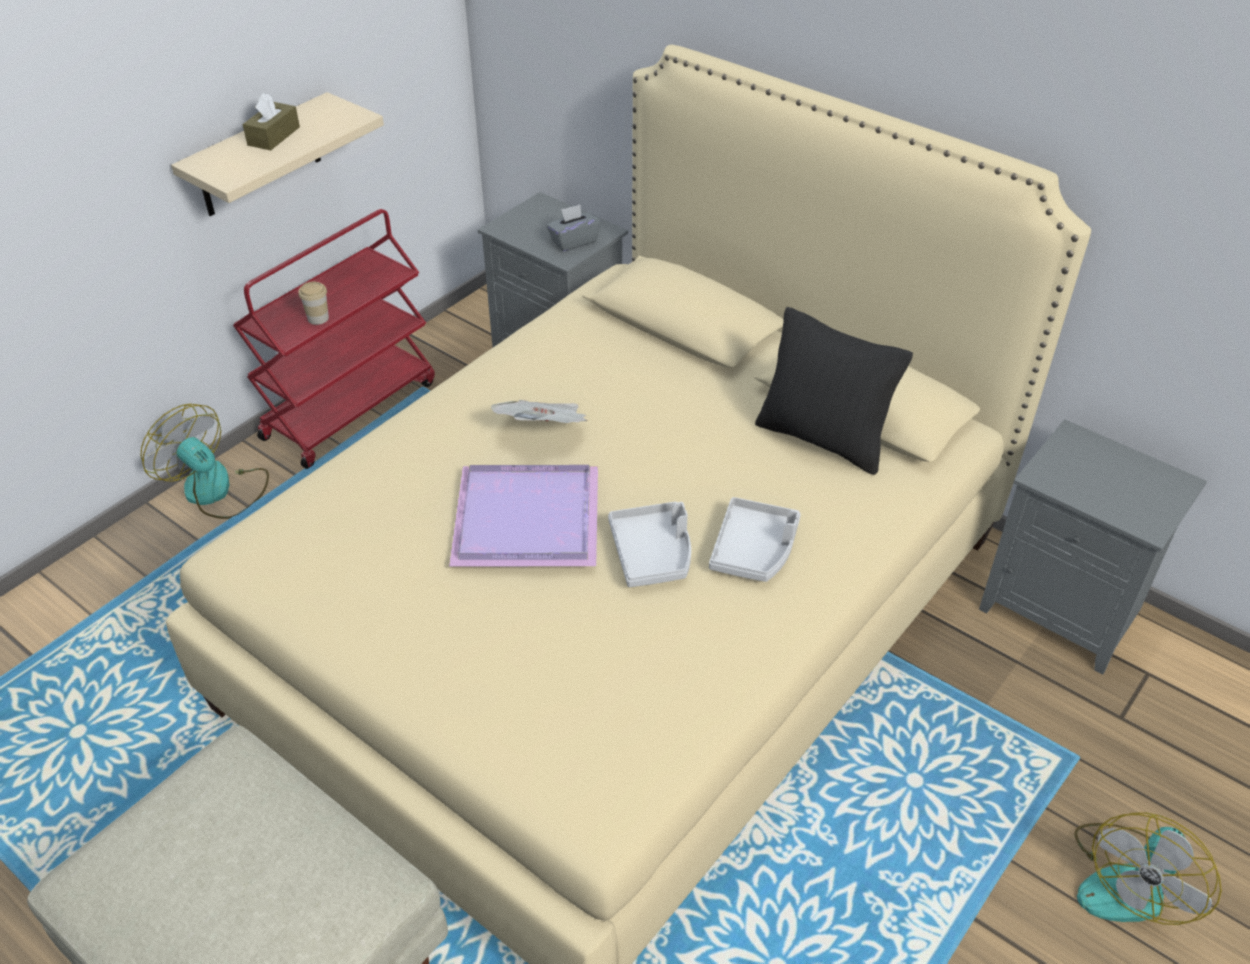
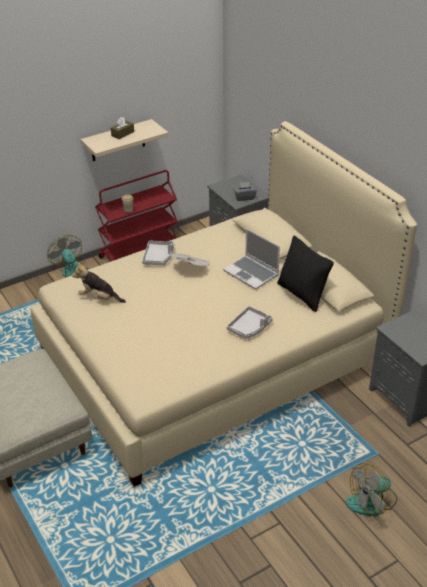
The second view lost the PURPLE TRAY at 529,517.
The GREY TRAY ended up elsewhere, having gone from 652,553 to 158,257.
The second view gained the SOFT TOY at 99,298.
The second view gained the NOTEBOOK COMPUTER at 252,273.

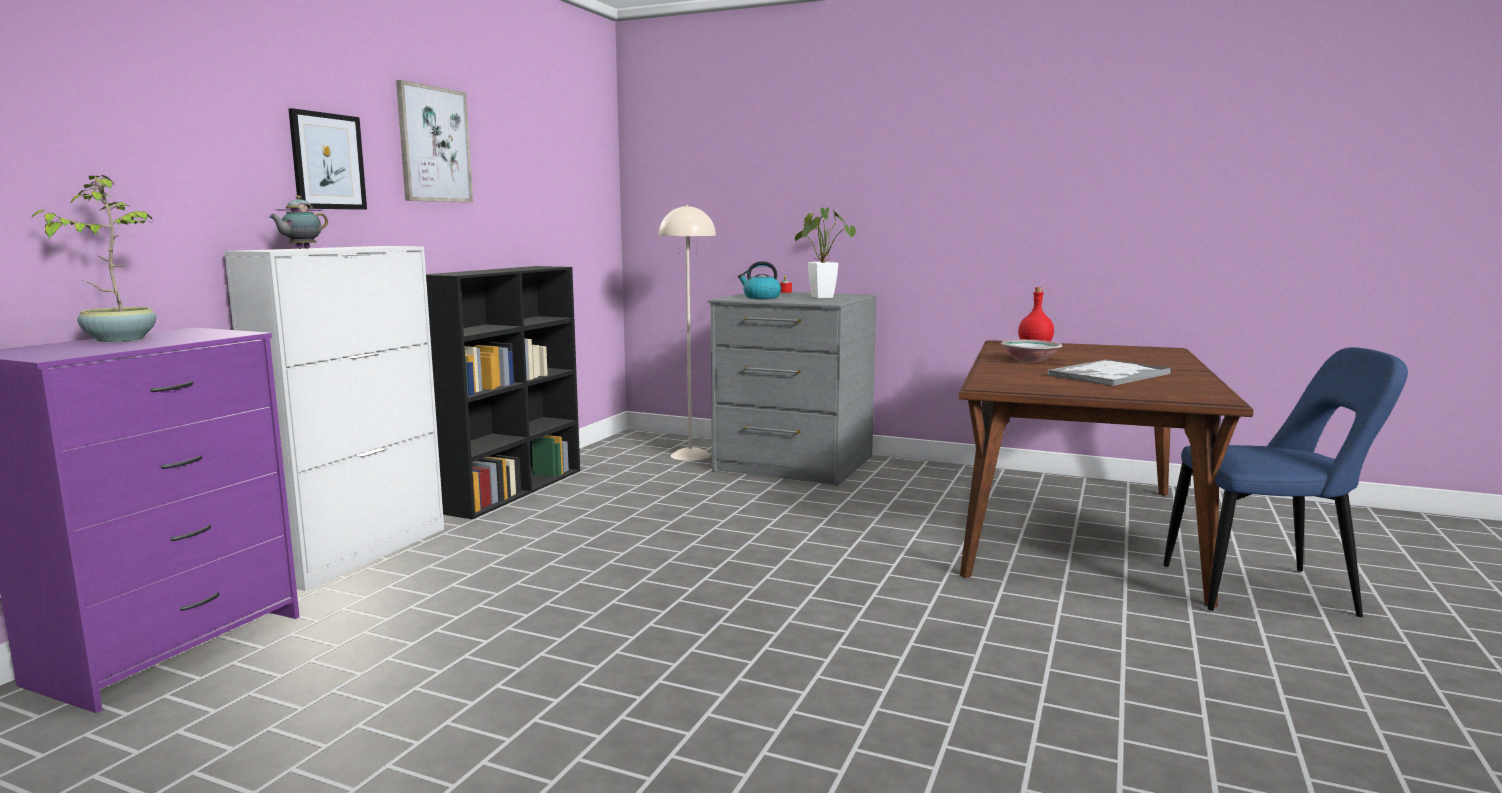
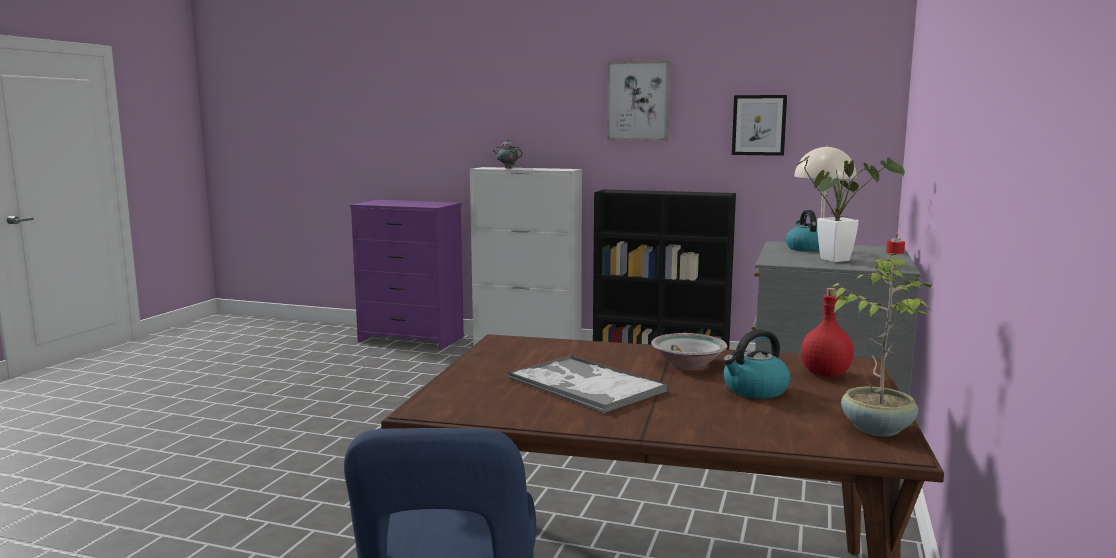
The PLANT IN A POT ended up elsewhere, having gone from 119,339 to 877,428.
The WALL ART ended up elsewhere, having gone from 328,161 to 759,125.
The second view gained the TEA KETTLE at 754,390.

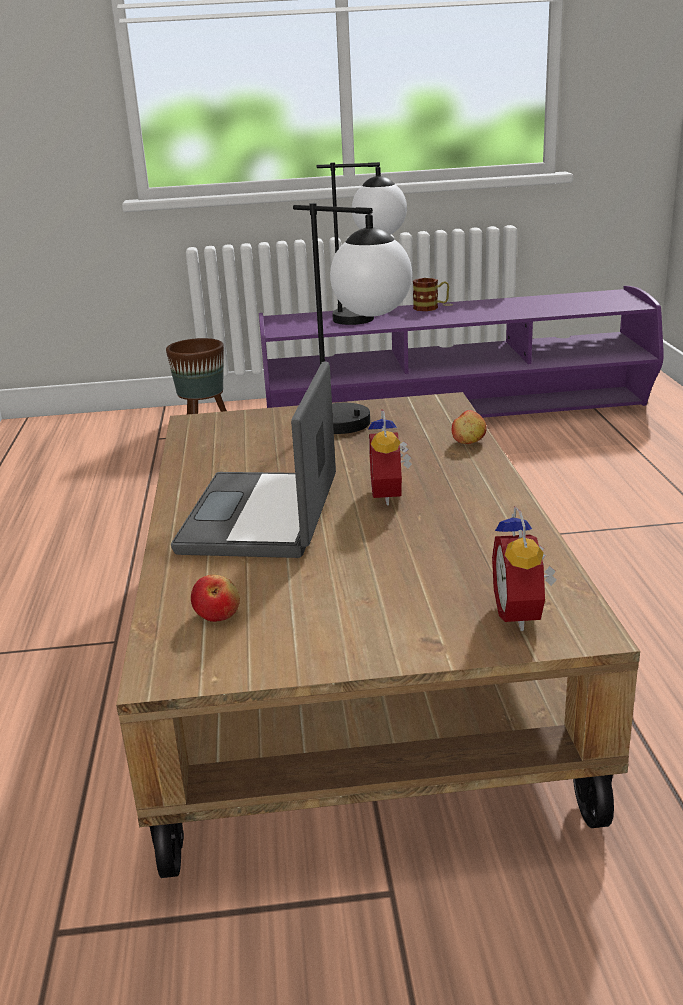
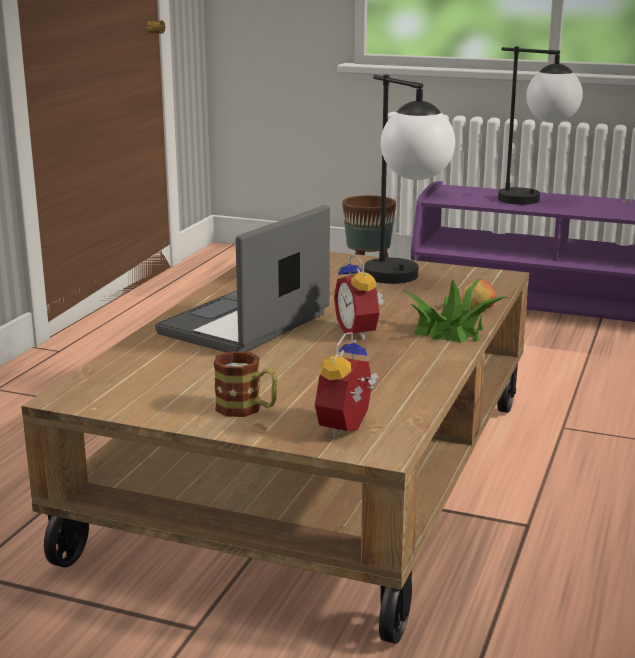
The second view lost the WHOLE APPLE at 217,614.
The BEDSIDE CLOCK at 391,495 ended up facing another way, 45 degrees counterclockwise from before.
The COFFEE MUG ended up elsewhere, having gone from 431,308 to 247,409.
The second view gained the PLANT IN A POT at 450,331.

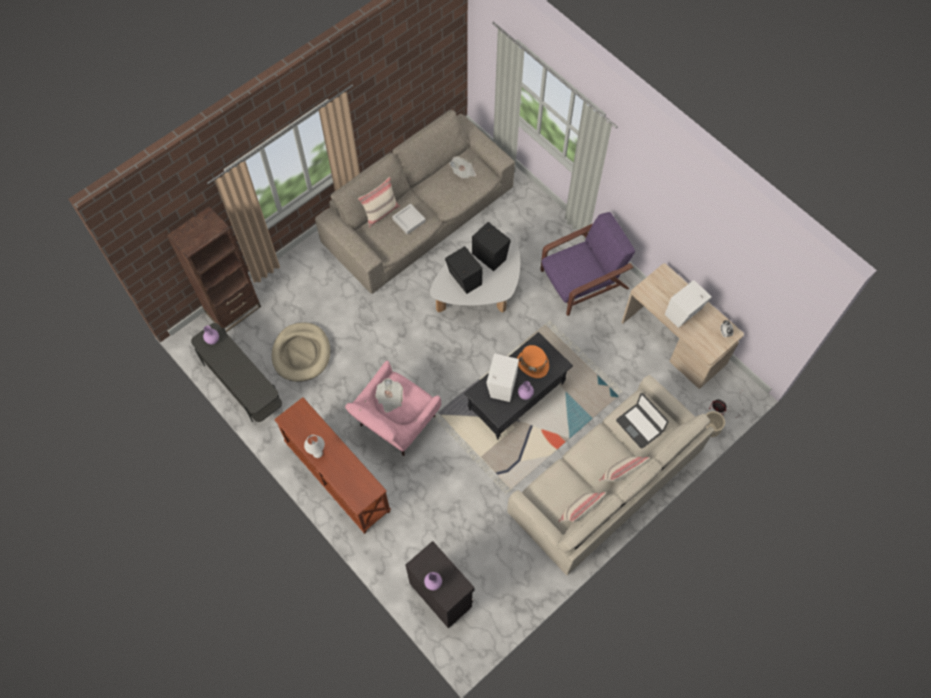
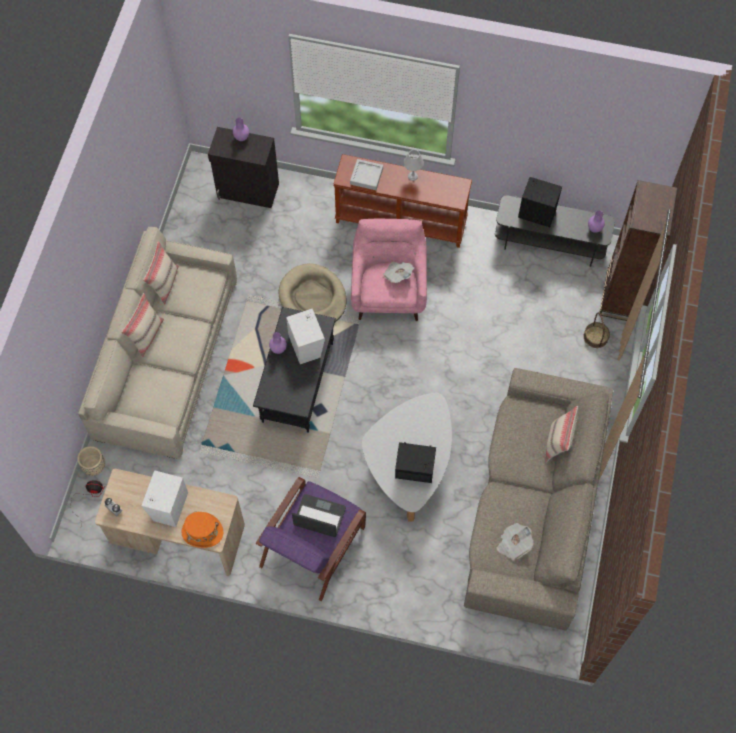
The BEIGE DOG BED ended up elsewhere, having gone from 301,353 to 312,298.
The GREY TRAY ended up elsewhere, having gone from 409,220 to 366,176.
The BLACK LOUDSPEAKER ended up elsewhere, having gone from 464,279 to 536,212.
The ORANGE CLOTHING HAT ended up elsewhere, having gone from 532,364 to 202,532.
The NOTEBOOK COMPUTER ended up elsewhere, having gone from 639,426 to 319,517.
The second view gained the HOUSEHOLD BASKET at 596,337.

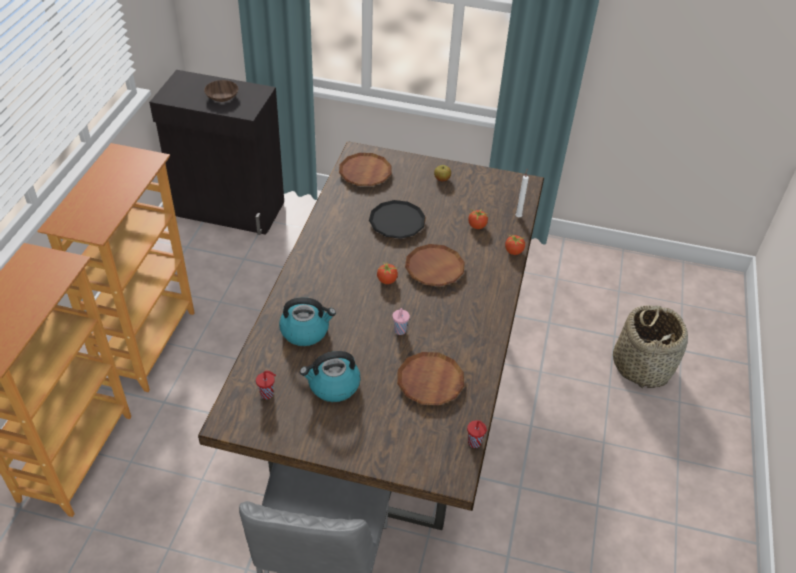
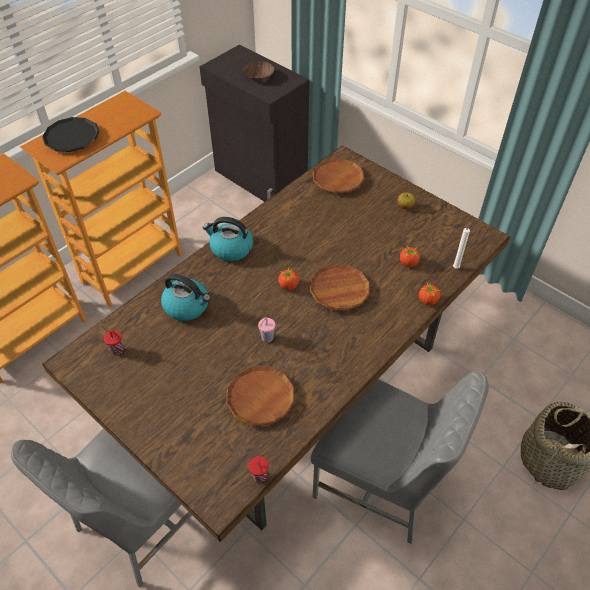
The TEA KETTLE ended up elsewhere, having gone from 333,386 to 230,248.
The BLACK FLAT DISH ended up elsewhere, having gone from 397,223 to 72,138.
The second view gained the GREY CHAIR at 382,482.

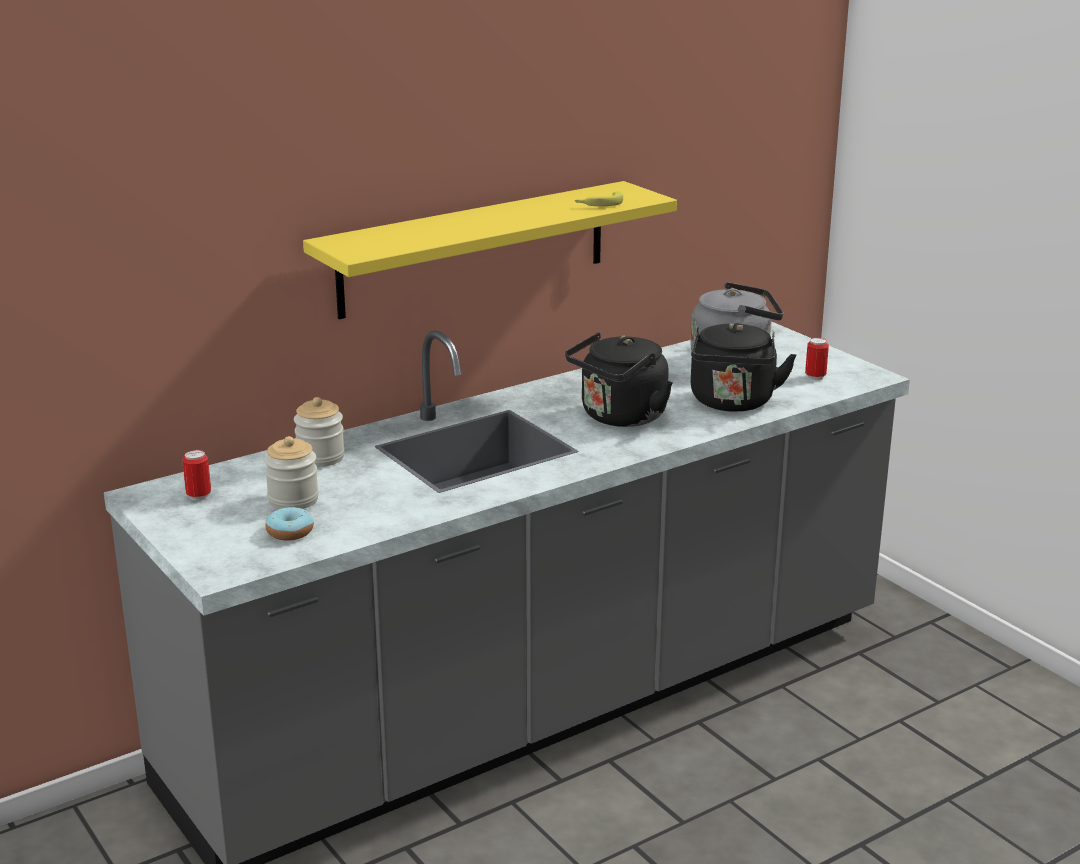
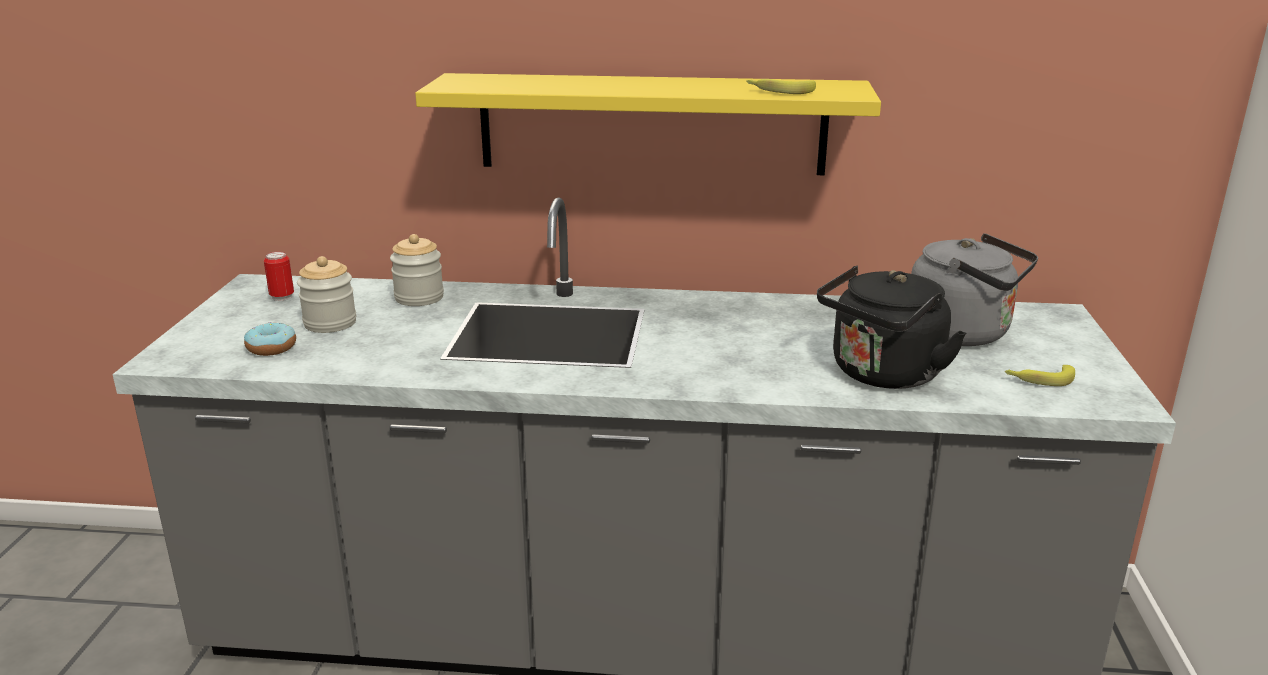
The second view lost the BLACK TEA KETTLE at 620,417.
Where the CAN stood at 815,377, the BANANA FRUIT came to stand at 1039,379.

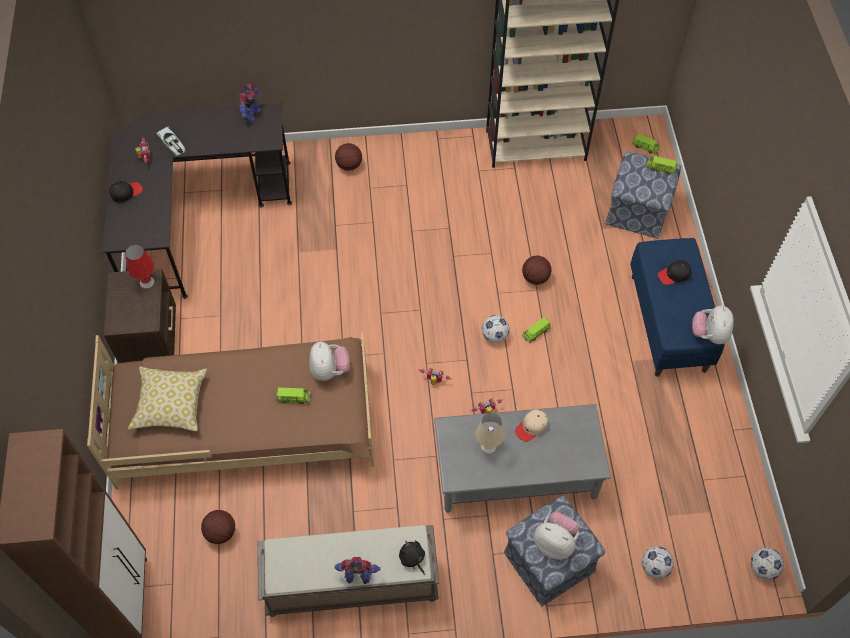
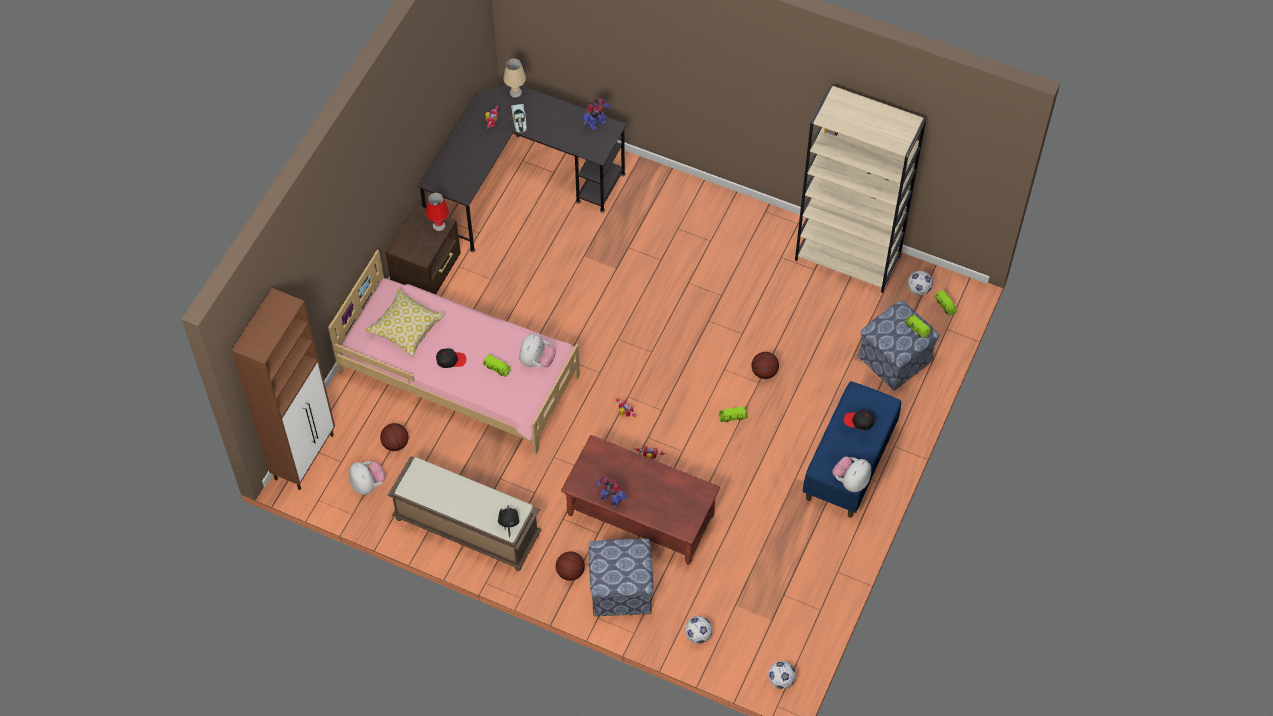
What was the BROWN BEDROOM BED at 246,423 turned into the PINKISH BEDROOM BED at 461,374.
The BLACK BASEBALL CAP ended up elsewhere, having gone from 126,192 to 451,360.
The MODEL ROBOT ended up elsewhere, having gone from 358,577 to 610,499.
The BALL FOR BASKETBALL ended up elsewhere, having gone from 349,165 to 570,572.
What was the GREY LOUNGE TABLE at 516,474 turned into the BROWN LOUNGE TABLE at 640,515.
The BEIGE TABLE LAMP ended up elsewhere, having gone from 488,446 to 515,92.
The FOOTBALL ended up elsewhere, having gone from 494,336 to 919,290.
The second view lost the BEIGE BASEBALL CAP at 531,427.
The SOFT TOY ended up elsewhere, having gone from 555,542 to 368,484.

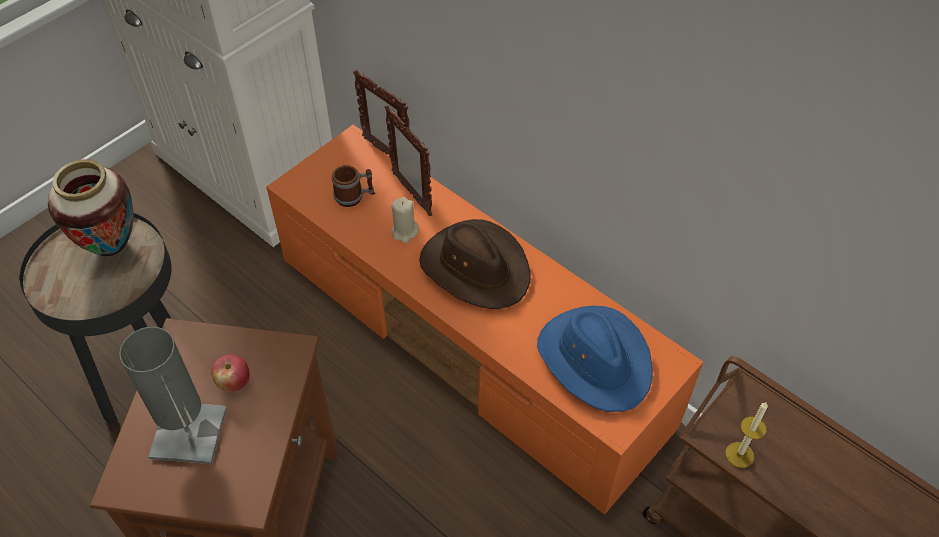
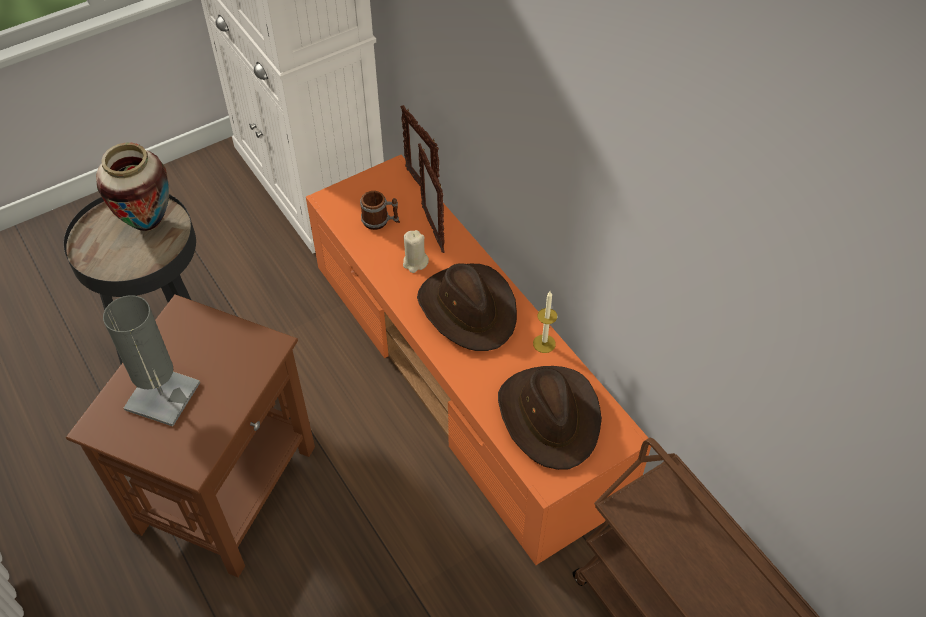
The second view lost the WHOLE APPLE at 234,383.
What was the BLUISH CLOTHING HAT at 595,359 turned into the BROWN CLOTHING HAT at 550,417.
The WAX CANDLE ended up elsewhere, having gone from 739,455 to 544,343.

